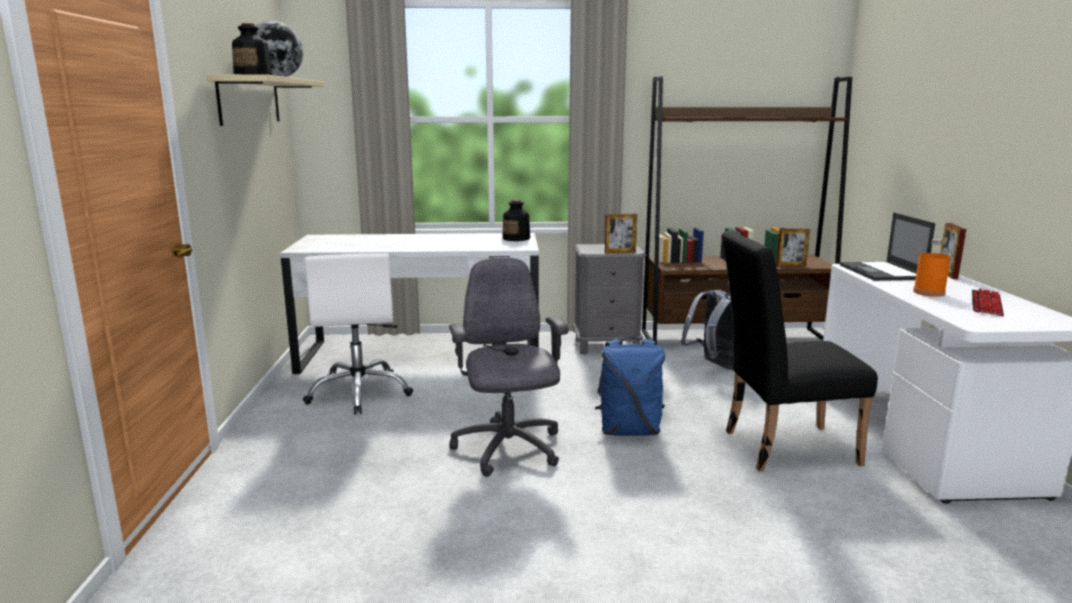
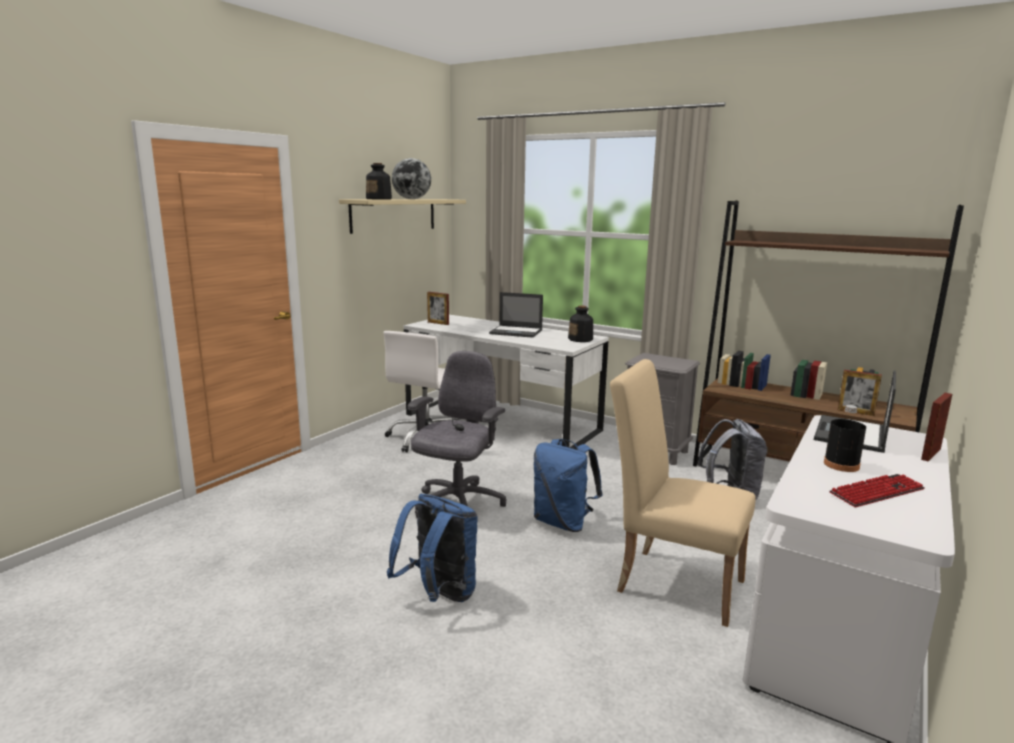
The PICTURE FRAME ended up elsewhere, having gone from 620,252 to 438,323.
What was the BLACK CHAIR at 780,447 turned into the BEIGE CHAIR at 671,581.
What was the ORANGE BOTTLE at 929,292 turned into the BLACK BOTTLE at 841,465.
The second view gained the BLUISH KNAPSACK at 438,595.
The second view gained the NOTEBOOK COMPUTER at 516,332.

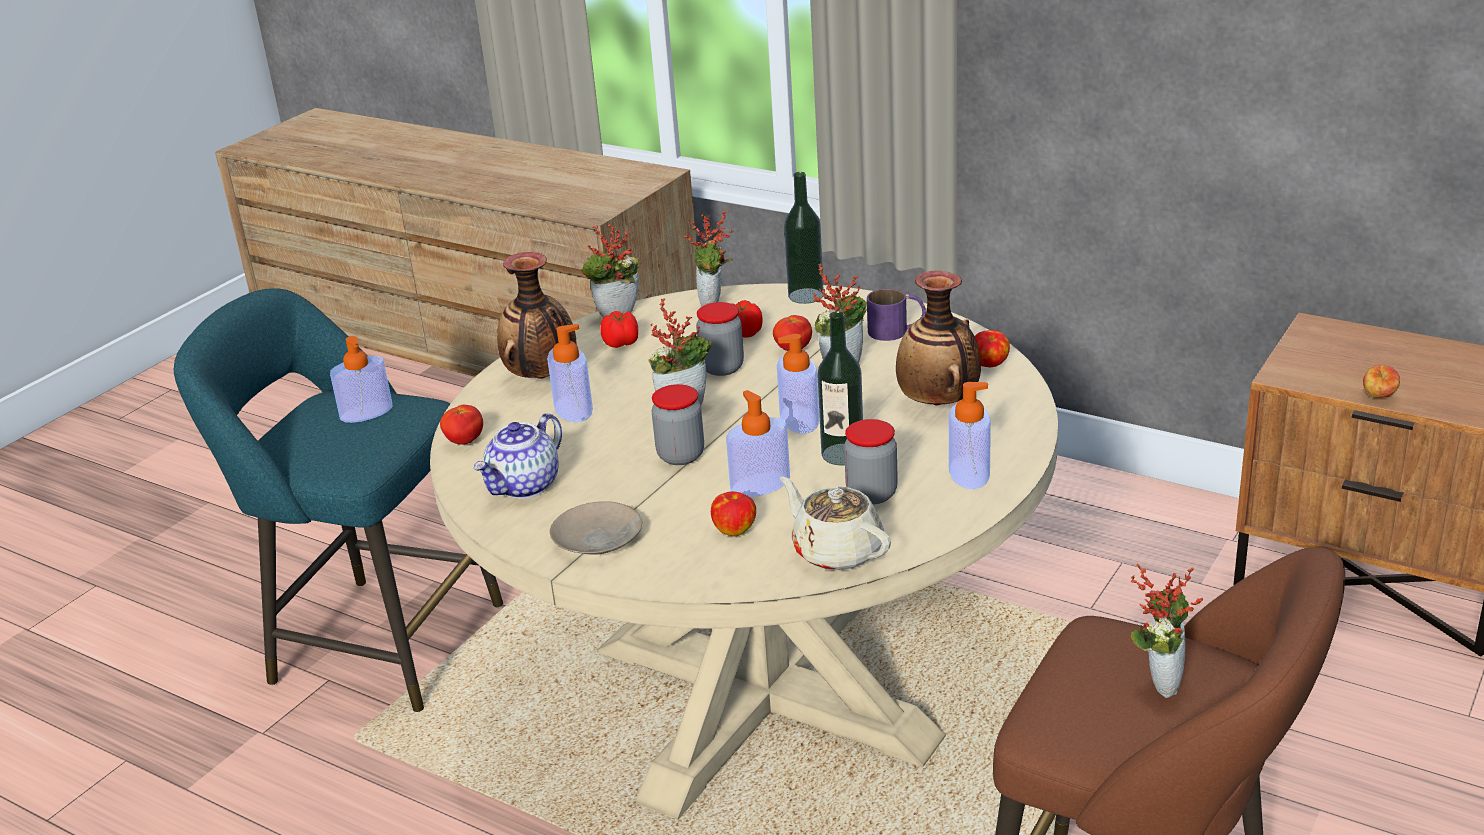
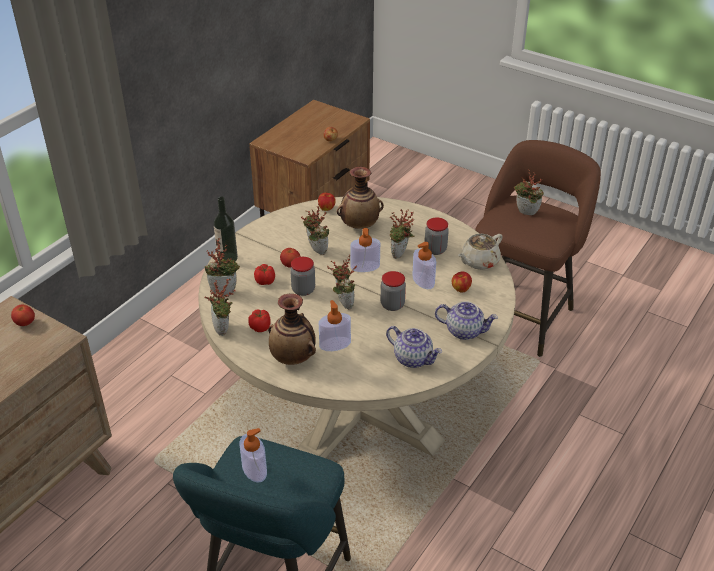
The FRESH TOMATO ended up elsewhere, having gone from 464,441 to 25,323.
Where the BEIGE FLAT DISH stood at 598,539, the TEAPOT came to stand at 464,331.
Where the BOTTLE stood at 842,454, the PLANT IN A POT came to stand at 400,255.
The second view lost the PURPLE COFFEE MUG at 897,330.
The second view lost the SOAP BOTTLE at 969,472.

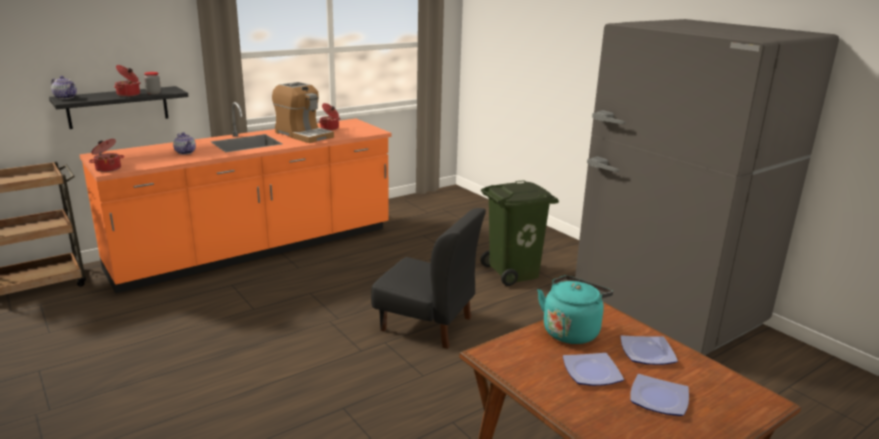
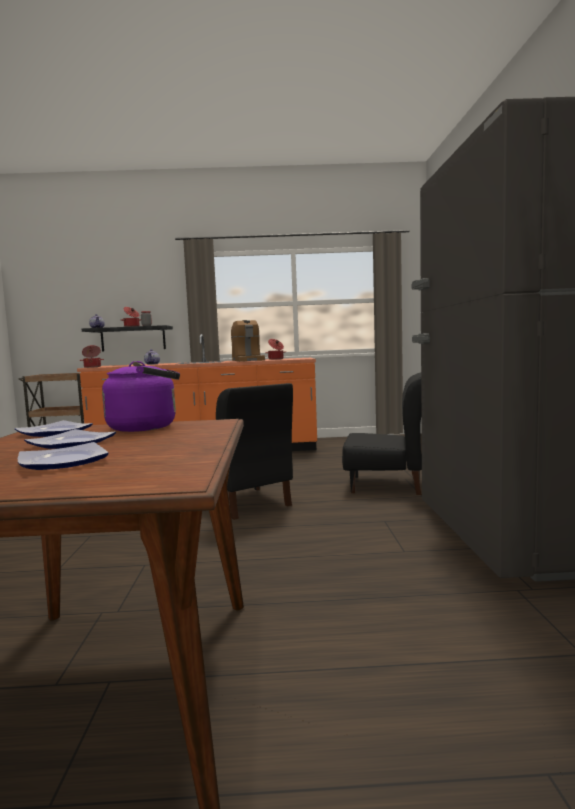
Where the GREEN RUBBISH BIN stood at 514,273, the BLACK CHAIR came to stand at 386,485.
What was the TURQUOISE TEA KETTLE at 572,331 turned into the PURPLE TEA KETTLE at 147,427.
The FLAT DISH ended up elsewhere, having gone from 648,354 to 54,433.

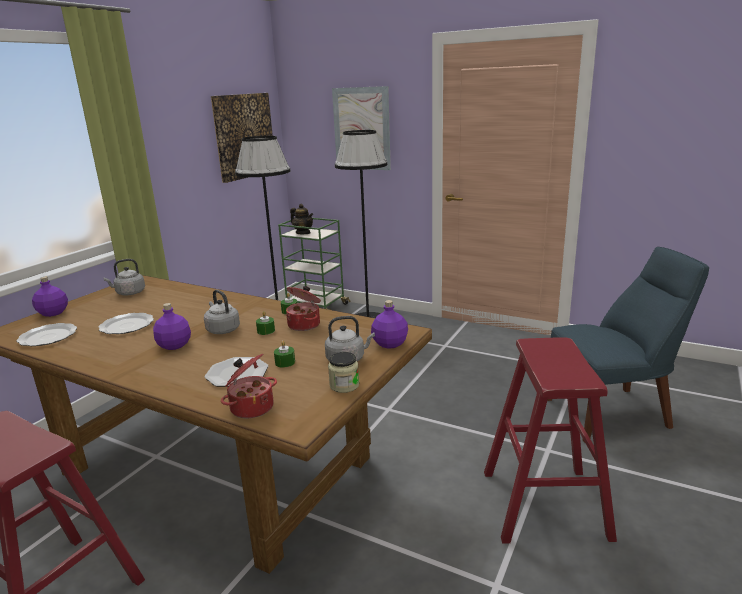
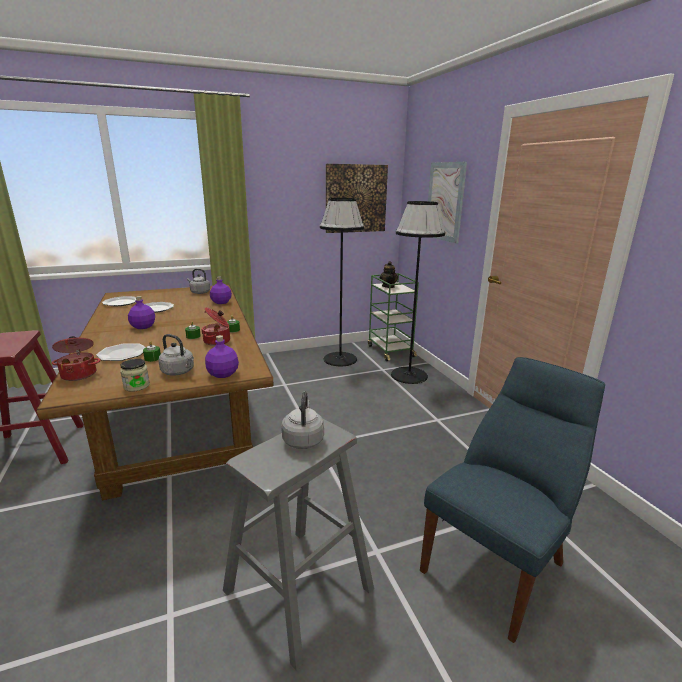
The PURPLE BOTTLE ended up elsewhere, having gone from 53,313 to 221,302.
The GREY TEA KETTLE ended up elsewhere, having gone from 222,329 to 303,439.
What was the RED STOOL at 544,504 turned into the GREY STOOL at 298,590.
The BLUISH CHAIR at 612,413 ended up facing another way, 75 degrees counterclockwise from before.

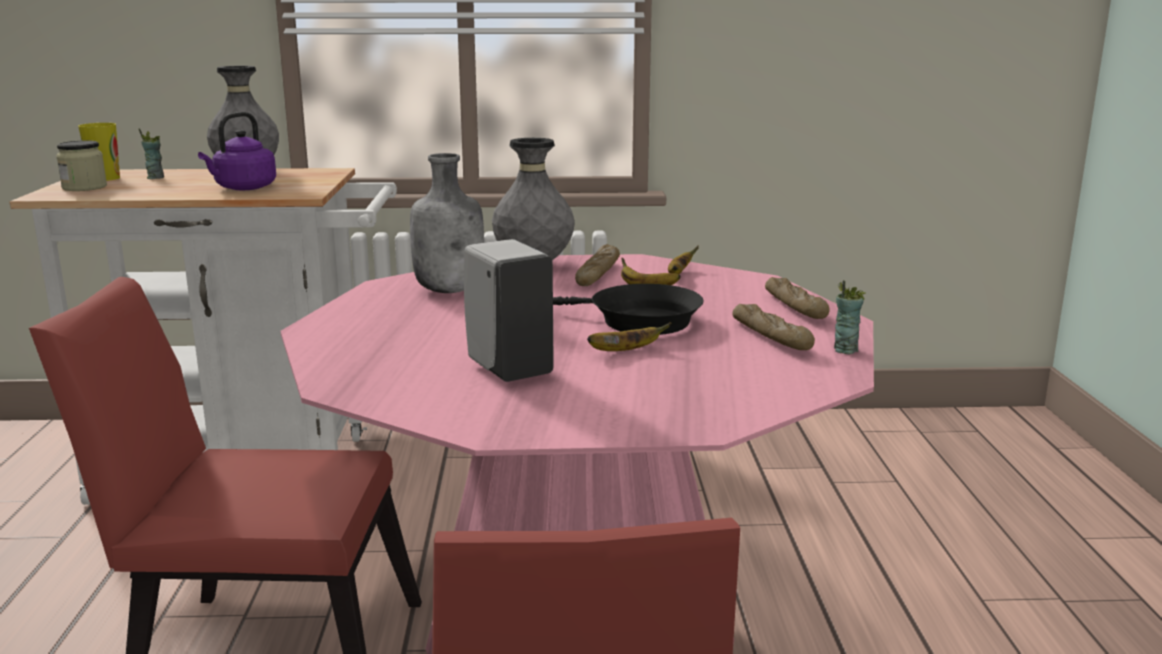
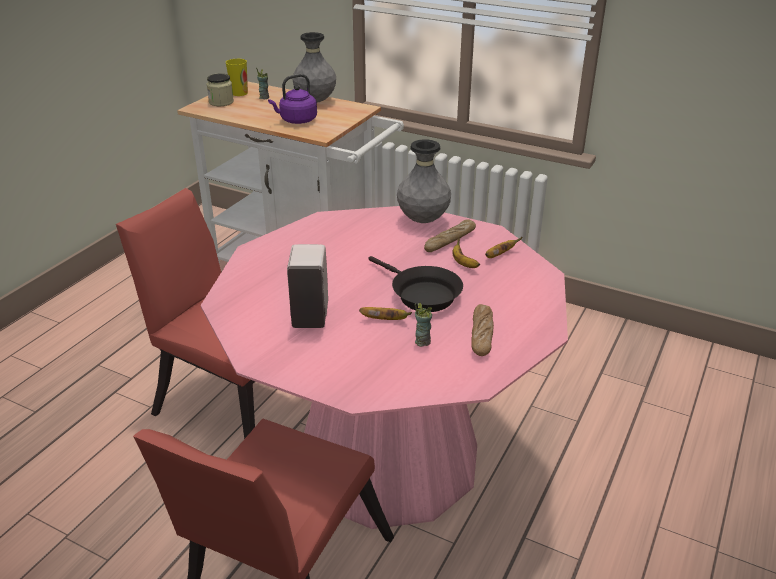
The second view lost the GREY BOTTLE at 451,290.
The second view lost the BAKERY BREAD at 795,308.
The CUP ended up elsewhere, having gone from 845,349 to 422,341.

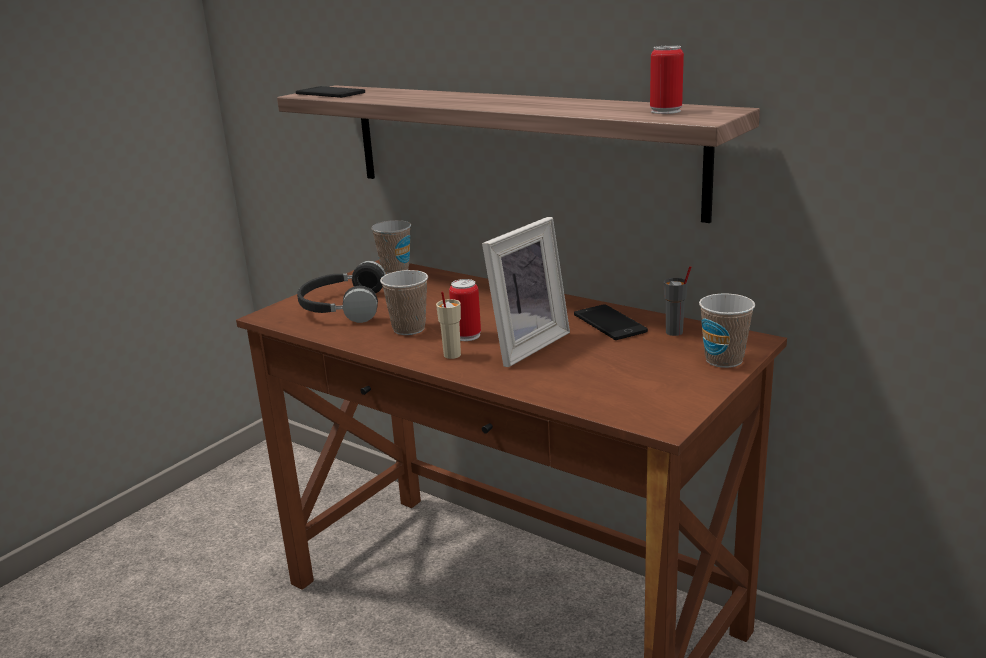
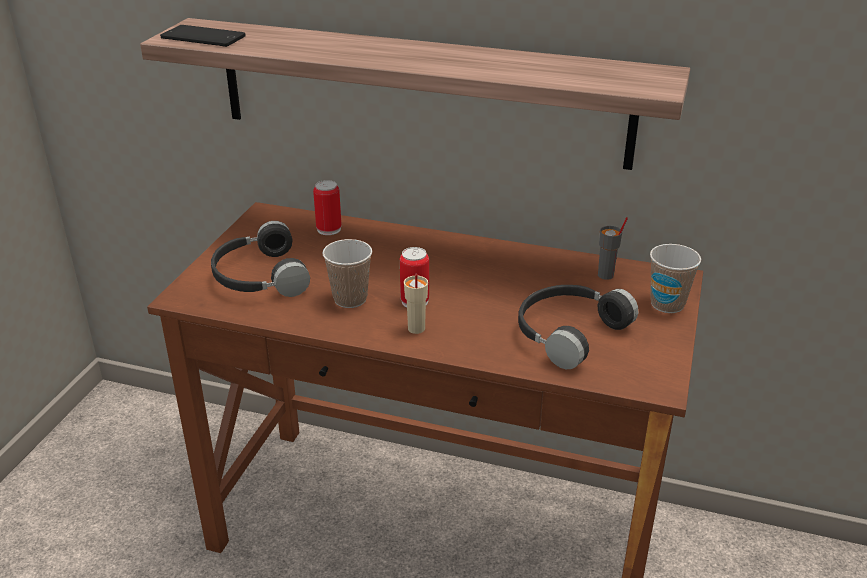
The second view lost the CUP at 395,270.
The second view lost the PICTURE FRAME at 523,345.
The second view lost the HANDSET at 609,323.
The CAN ended up elsewhere, having gone from 665,111 to 329,229.
The second view gained the BLACK PAIR OF HEADPHONES at 567,332.

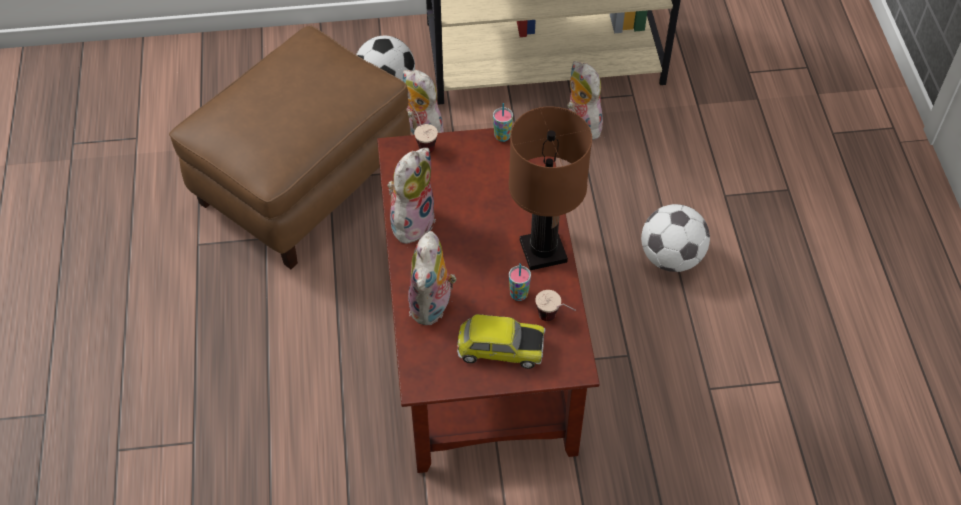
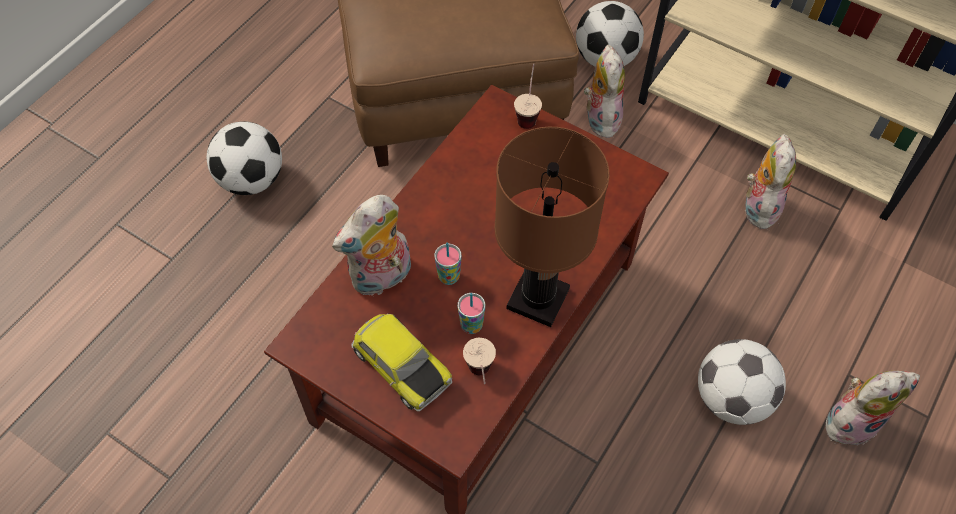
The SOFT TOY ended up elsewhere, having gone from 411,221 to 851,420.
The CUP ended up elsewhere, having gone from 502,136 to 449,277.
The second view gained the FOOTBALL at 252,179.

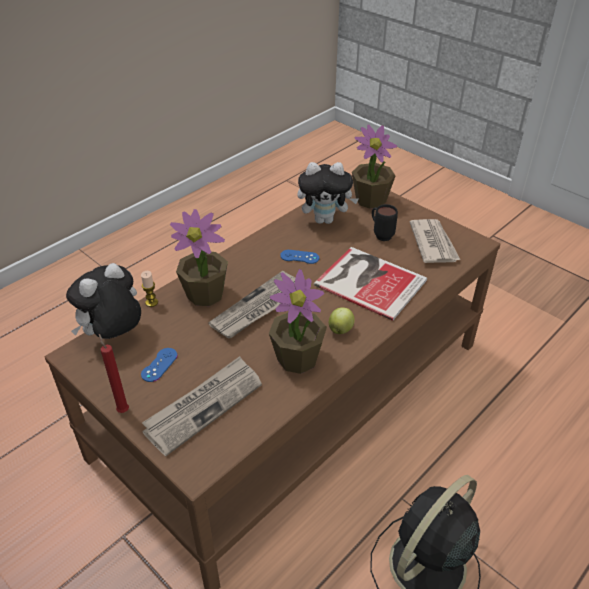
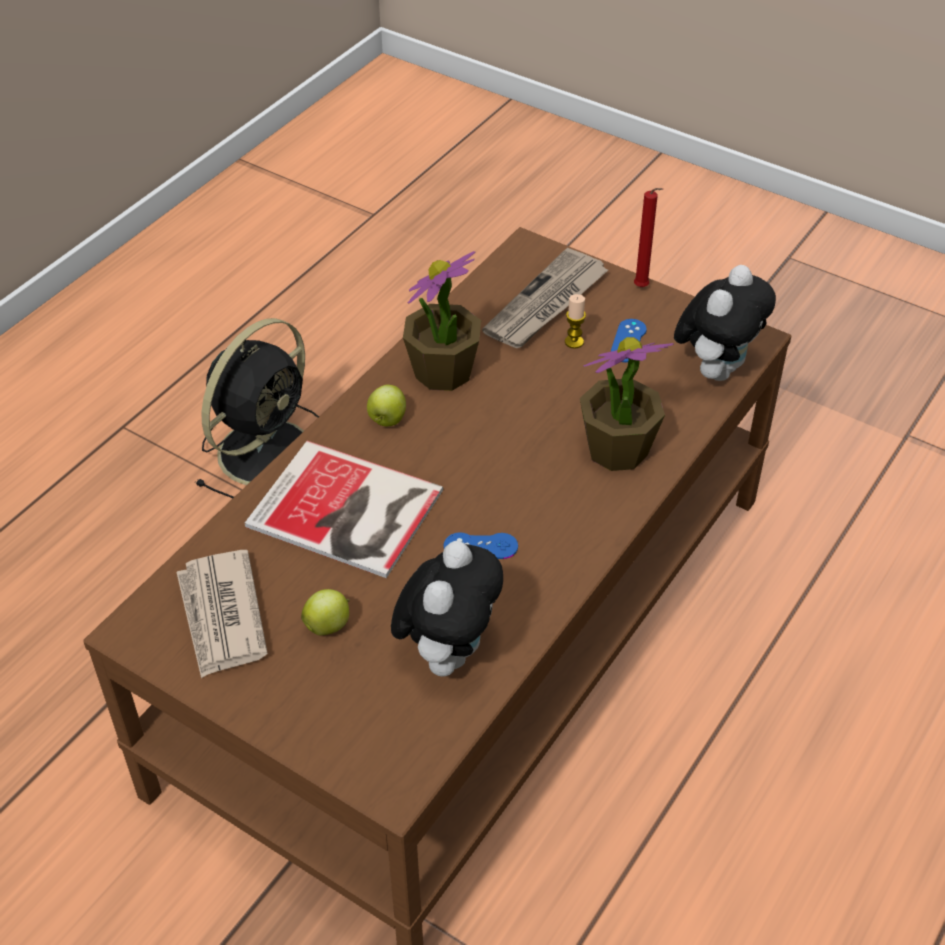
The WAX CANDLE ended up elsewhere, having gone from 151,302 to 574,342.
The second view lost the PRINTED PAPER at 258,308.
The SOFT TOY at 325,219 ended up facing another way, 120 degrees clockwise from before.
The second view lost the PLANT IN A POT at 371,200.
Where the BLACK COFFEE MUG stood at 380,234, the WHOLE APPLE came to stand at 328,625.

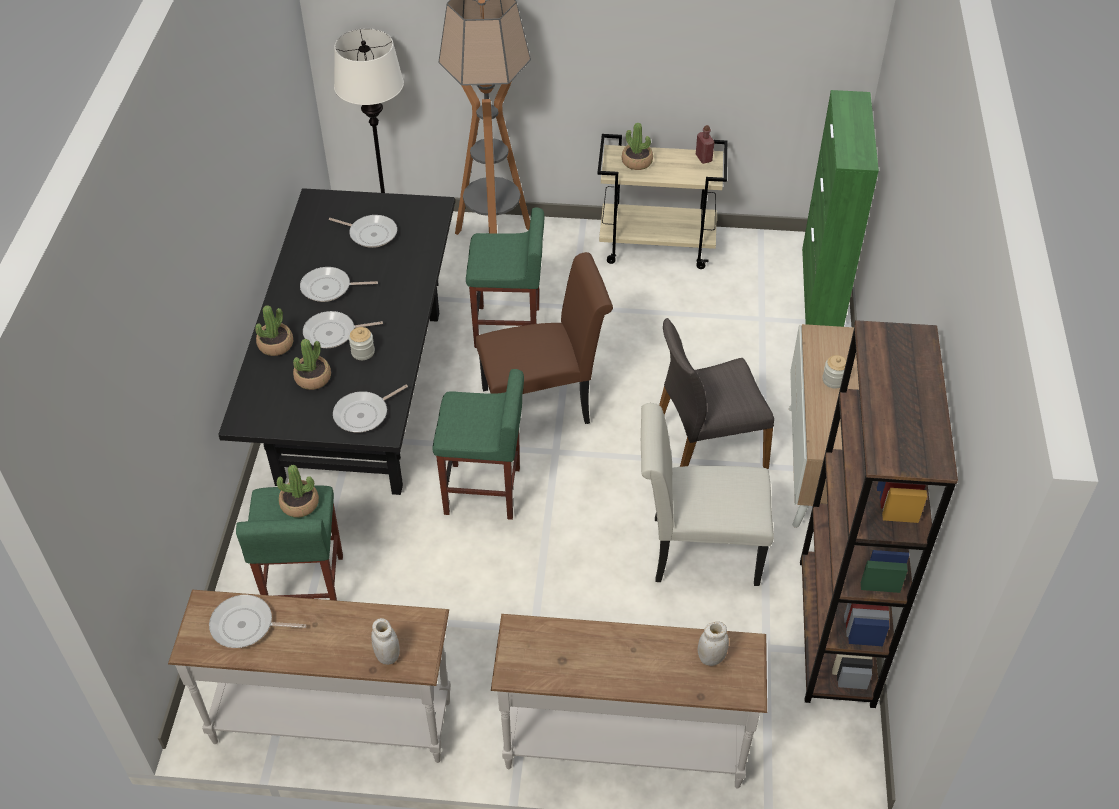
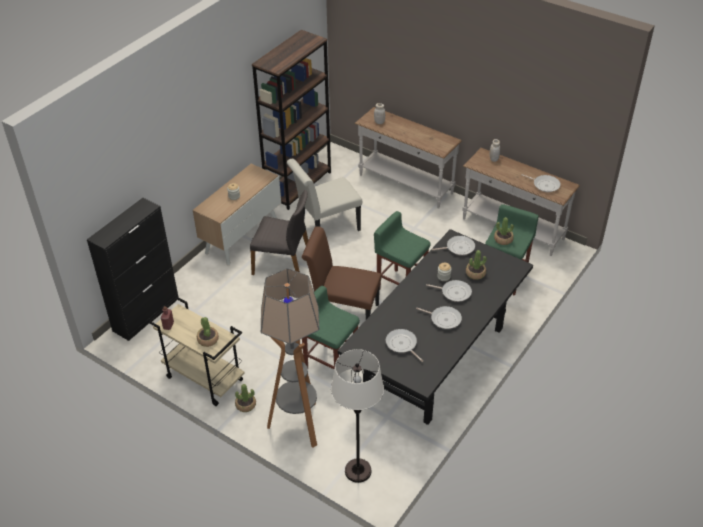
The PLANT IN A POT ended up elsewhere, having gone from 275,344 to 245,405.
The WHITISH CHAIR at 696,550 ended up facing another way, 120 degrees clockwise from before.
What was the GREEN CABINET at 821,289 turned into the BLACK CABINET at 146,314.

